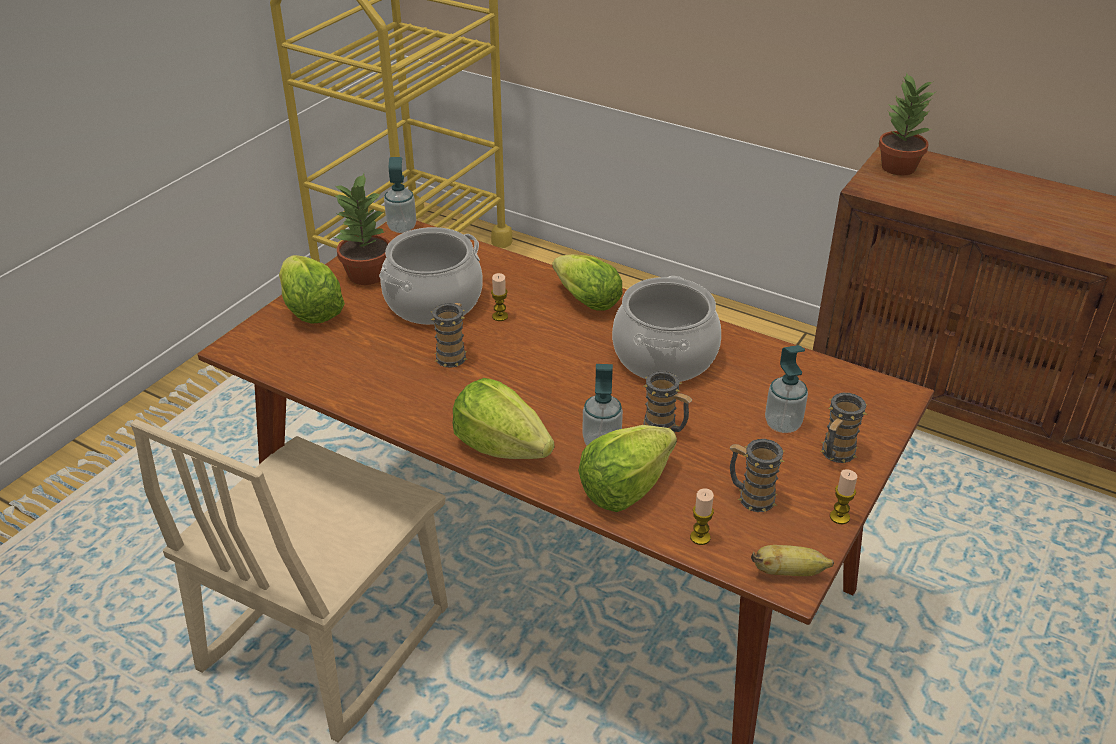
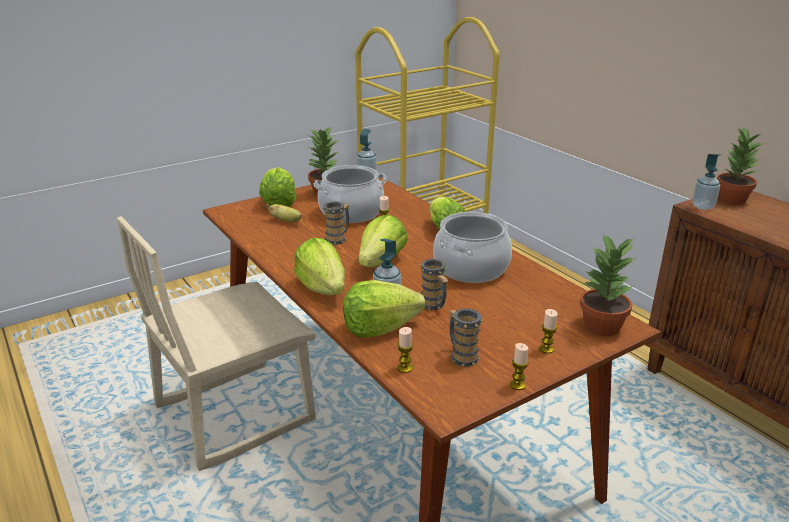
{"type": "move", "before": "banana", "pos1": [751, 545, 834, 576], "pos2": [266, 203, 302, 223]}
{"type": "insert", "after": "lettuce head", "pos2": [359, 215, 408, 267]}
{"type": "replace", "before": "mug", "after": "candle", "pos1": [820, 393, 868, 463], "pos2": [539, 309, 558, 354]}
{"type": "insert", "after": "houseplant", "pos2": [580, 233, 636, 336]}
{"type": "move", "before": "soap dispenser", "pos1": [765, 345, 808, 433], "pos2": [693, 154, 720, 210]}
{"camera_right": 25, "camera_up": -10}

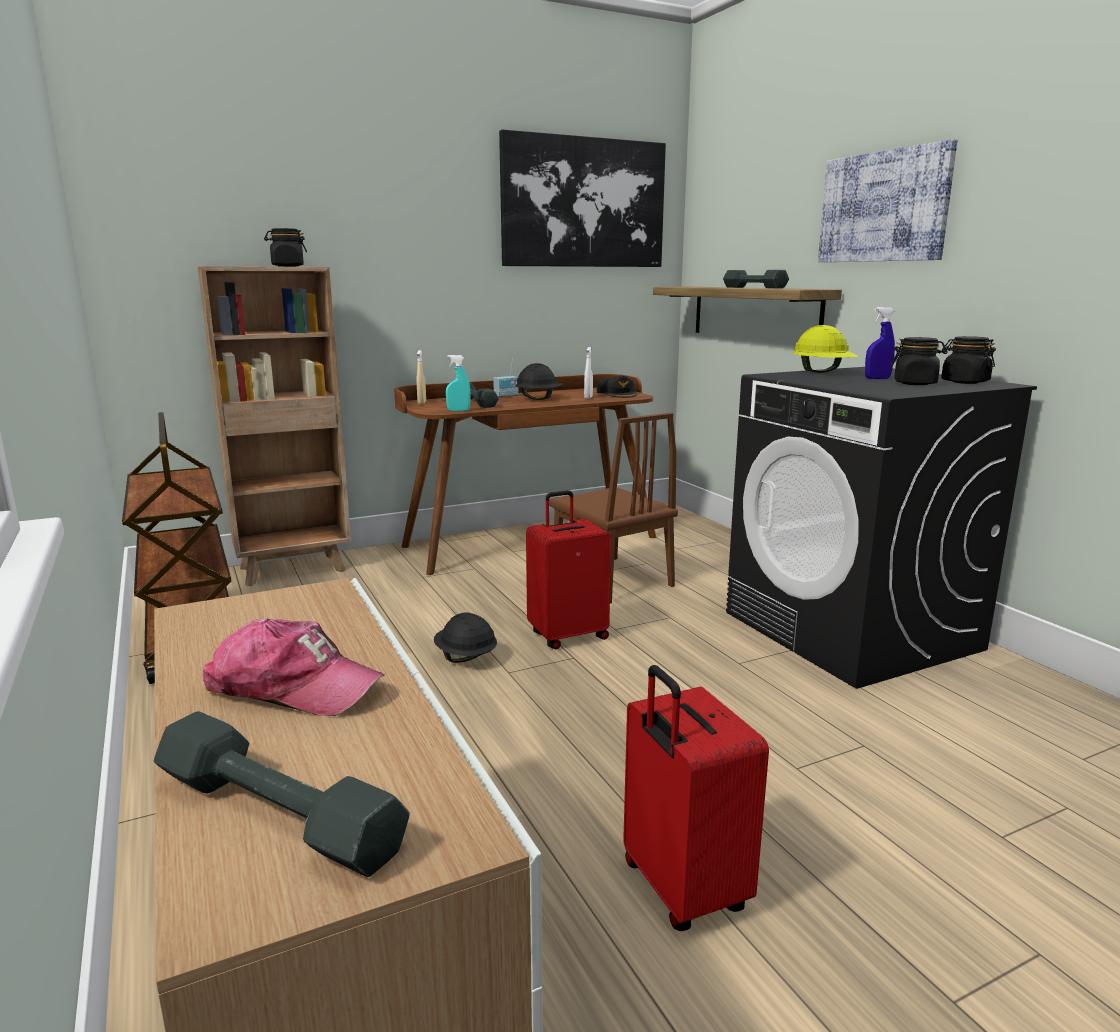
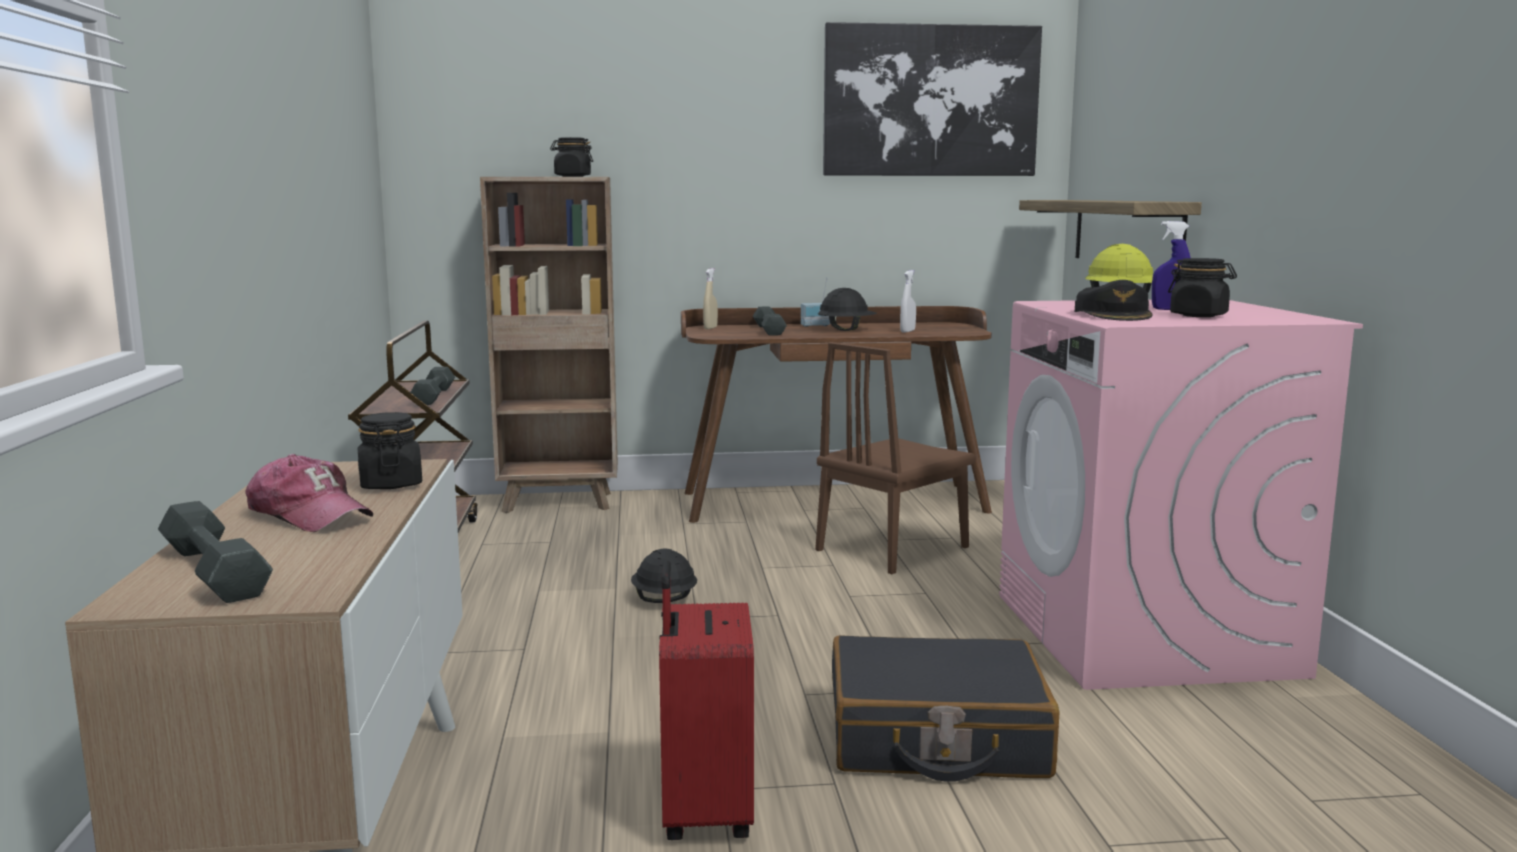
{"type": "move", "before": "black storage jar", "pos1": [941, 336, 996, 384], "pos2": [358, 412, 422, 489]}
{"type": "move", "before": "greyish hand weight", "pos1": [723, 270, 789, 288], "pos2": [411, 367, 455, 405]}
{"type": "rotate", "before": "brown plain chair", "pos1": [549, 412, 678, 604], "pos2": [816, 342, 976, 574], "turn": 60}
{"type": "insert", "after": "black piece of luggage", "pos2": [832, 635, 1060, 782]}
{"type": "recolor", "before": "black laundry appliance", "after": "pinkish laundry appliance", "pos1": [726, 367, 1037, 689], "pos2": [999, 300, 1363, 690]}
{"type": "move", "before": "black baseball cap", "pos1": [597, 376, 638, 398], "pos2": [1075, 280, 1153, 321]}
{"type": "delete", "before": "turquoise-coloured sprayer", "pos1": [446, 355, 471, 411]}
{"type": "delete", "before": "reddish piece of luggage", "pos1": [526, 490, 611, 649]}
{"type": "delete", "before": "picture", "pos1": [818, 139, 957, 262]}
{"camera_right": 20, "camera_up": -5}

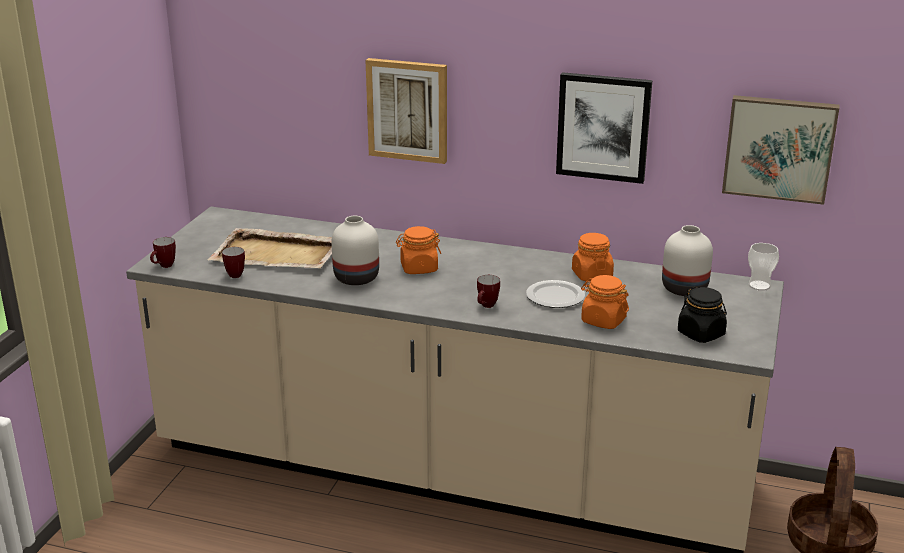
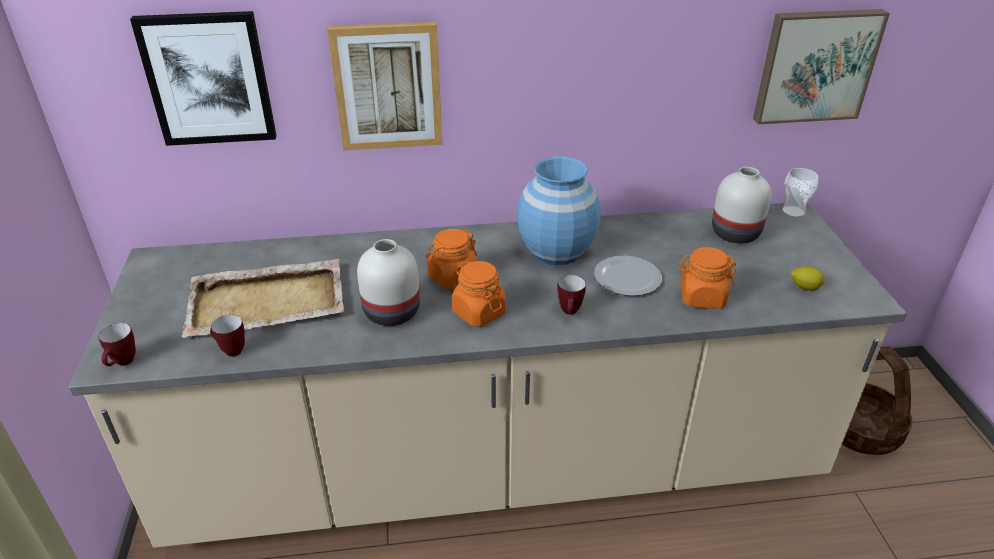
{"type": "move", "before": "picture", "pos1": [556, 72, 652, 184], "pos2": [130, 11, 277, 146]}
{"type": "move", "before": "orange storage jar", "pos1": [572, 233, 614, 281], "pos2": [452, 261, 506, 327]}
{"type": "insert", "after": "blue vase", "pos2": [517, 156, 601, 265]}
{"type": "replace", "before": "black storage jar", "after": "lemon", "pos1": [678, 287, 727, 343], "pos2": [791, 266, 825, 291]}
{"camera_right": -25, "camera_up": 10}

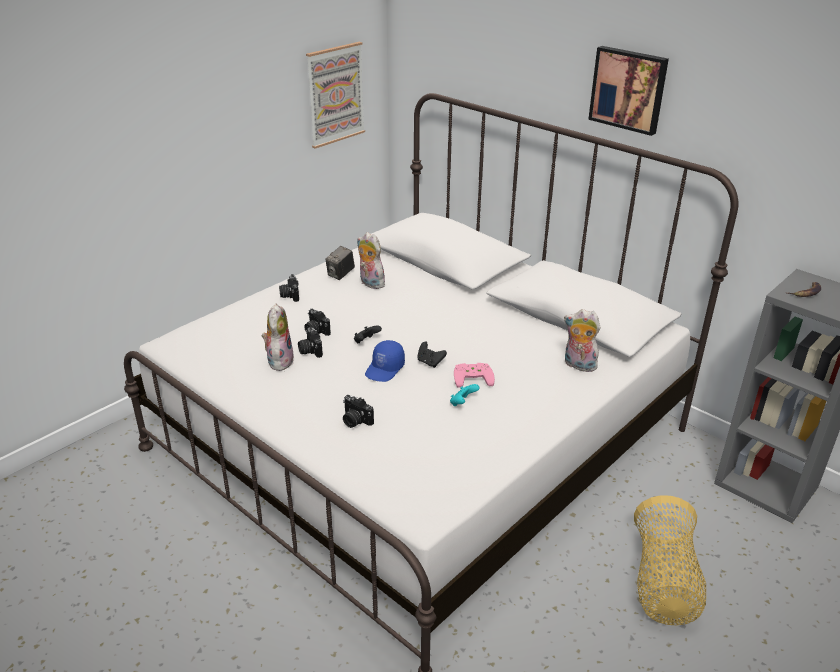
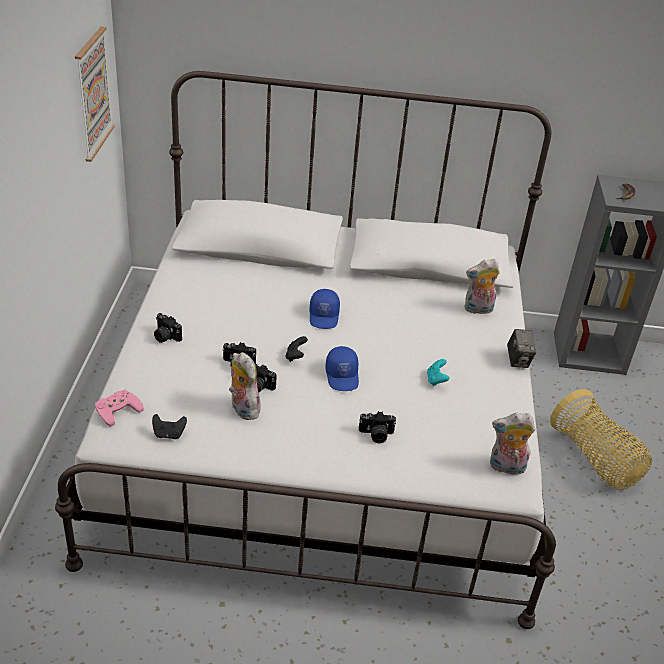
{"type": "move", "before": "pinkish joypad", "pos1": [454, 363, 495, 388], "pos2": [95, 390, 144, 427]}
{"type": "move", "before": "black joypad", "pos1": [417, 342, 447, 368], "pos2": [152, 414, 187, 439]}
{"type": "insert", "after": "blue baseball cap", "pos2": [310, 289, 340, 329]}
{"type": "move", "before": "plush toy", "pos1": [357, 232, 386, 289], "pos2": [490, 413, 535, 475]}
{"type": "move", "before": "photo camera", "pos1": [325, 246, 355, 280], "pos2": [507, 329, 536, 368]}
{"type": "delete", "before": "picture", "pos1": [588, 46, 669, 136]}
{"camera_right": -40, "camera_up": 5}

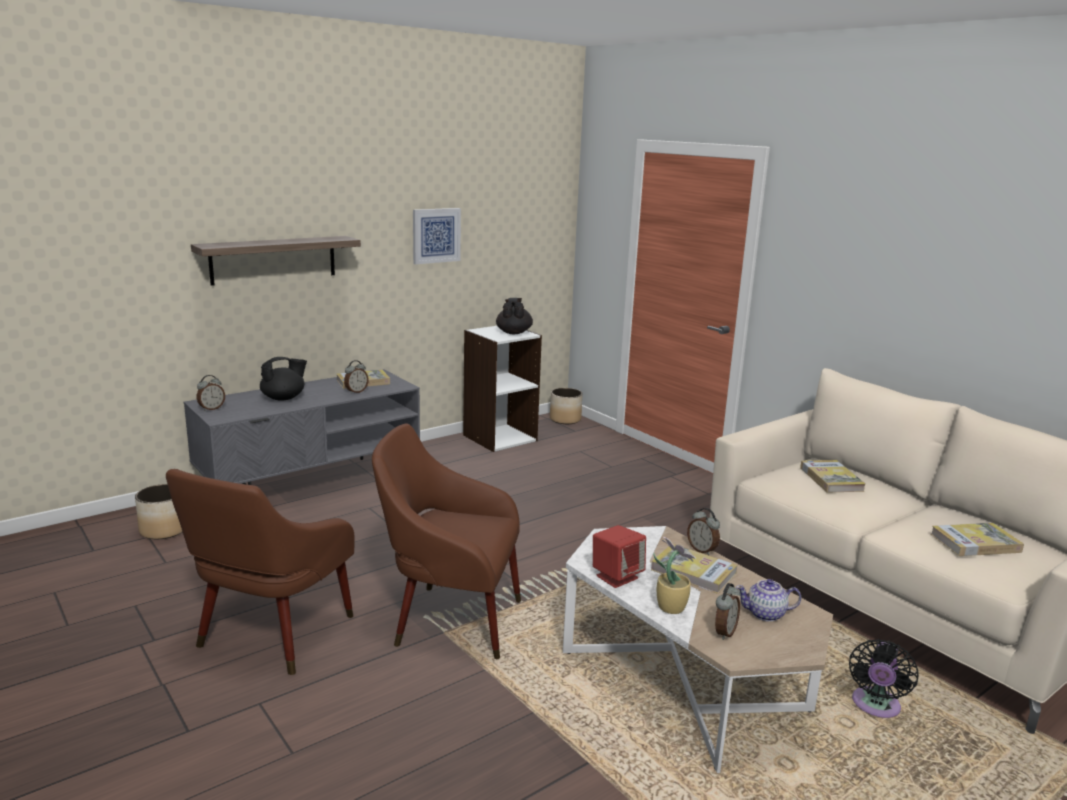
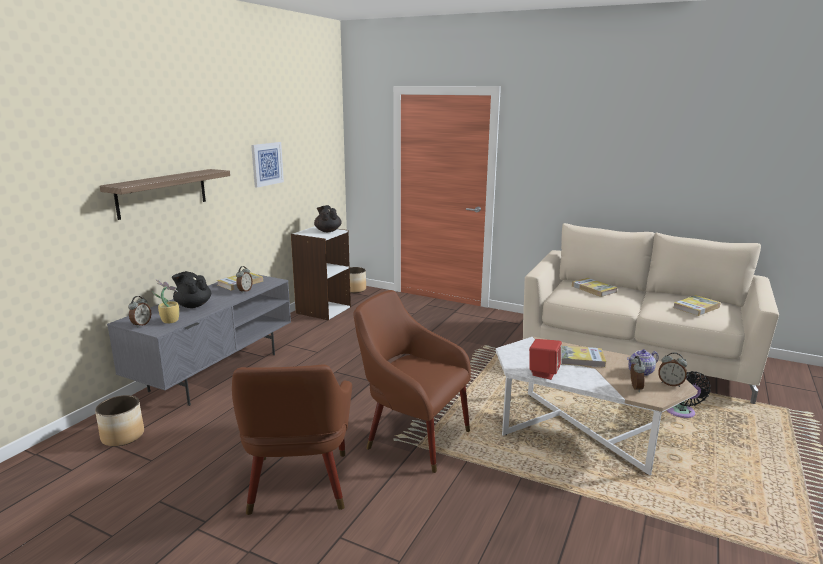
{"type": "move", "before": "houseplant", "pos1": [653, 537, 696, 614], "pos2": [152, 280, 179, 324]}
{"type": "rotate", "before": "black teapot", "pos1": [260, 357, 307, 401], "pos2": [172, 271, 211, 308], "turn": -90}
{"type": "rotate", "before": "brown lounge chair", "pos1": [372, 423, 521, 659], "pos2": [354, 290, 471, 473], "turn": 45}
{"type": "move", "before": "alarm clock", "pos1": [687, 508, 720, 555], "pos2": [658, 352, 687, 387]}
{"camera_right": -25, "camera_up": 0}

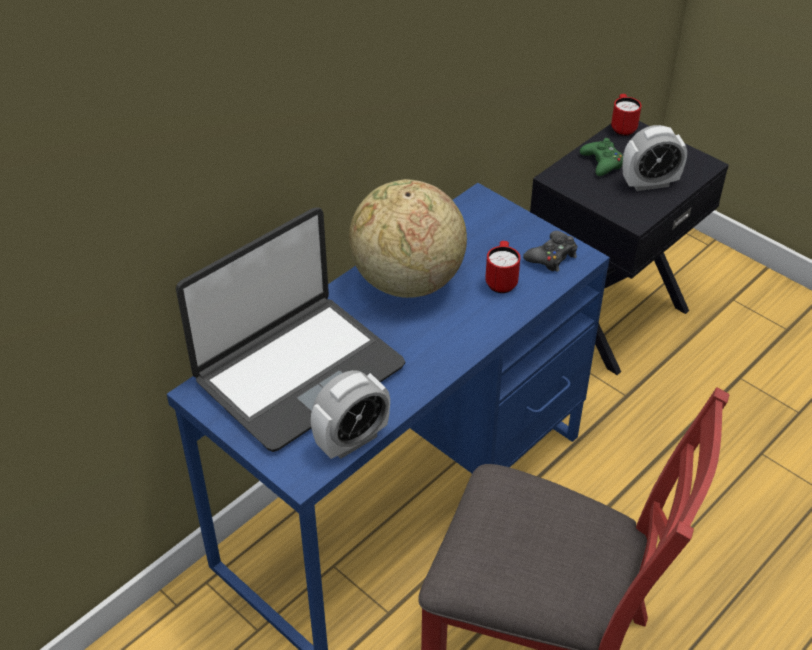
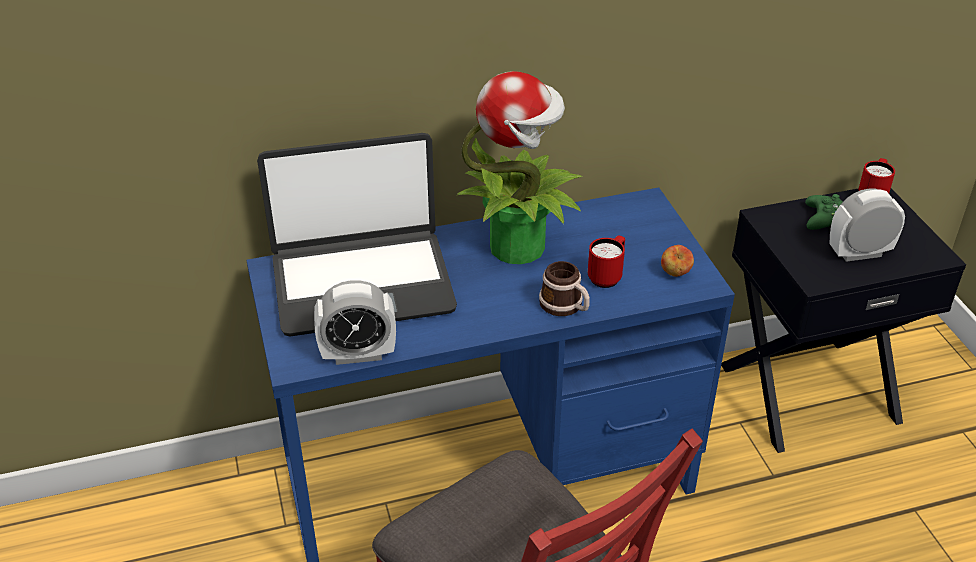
{"type": "replace", "before": "desk globe", "after": "houseplant", "pos1": [349, 179, 467, 298], "pos2": [457, 71, 582, 264]}
{"type": "insert", "after": "mug", "pos2": [539, 261, 590, 316]}
{"type": "replace", "before": "black joypad", "after": "whole apple", "pos1": [523, 231, 577, 272], "pos2": [661, 245, 694, 277]}
{"type": "rotate", "before": "alarm clock", "pos1": [623, 125, 687, 191], "pos2": [830, 189, 905, 262], "turn": 150}
{"camera_right": 30, "camera_up": -5}

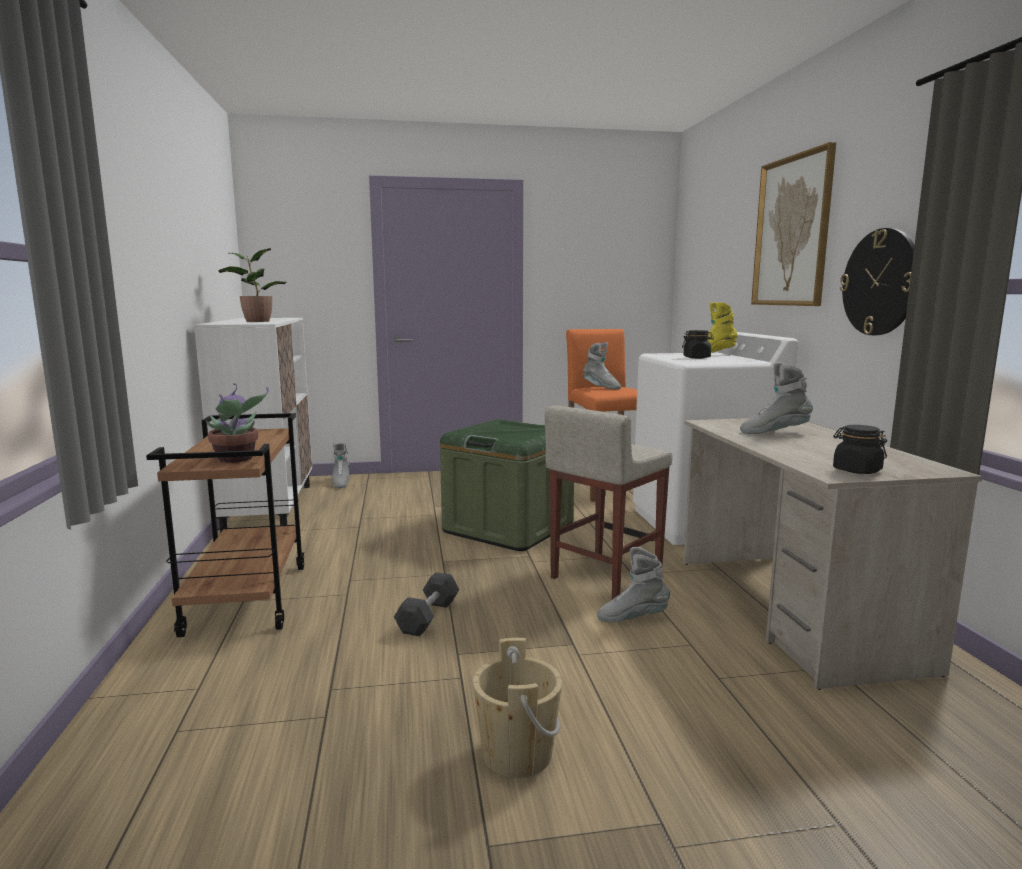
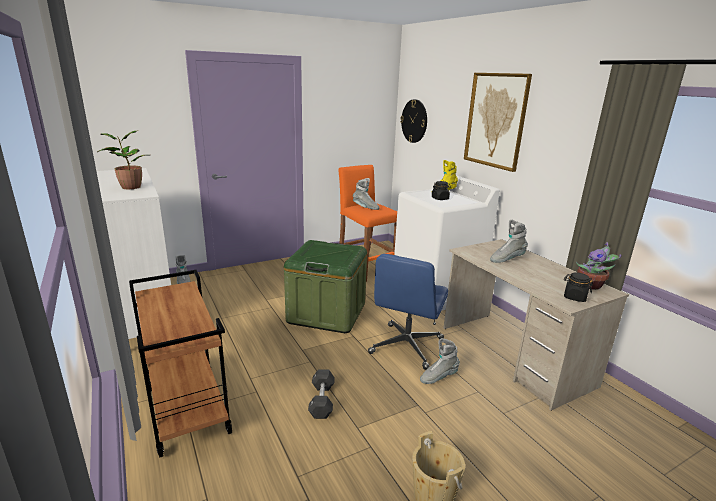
{"type": "replace", "before": "beige stool seat", "after": "blue computer chair", "pos1": [545, 405, 672, 599], "pos2": [368, 254, 448, 370]}
{"type": "move", "before": "wall clock", "pos1": [840, 228, 915, 335], "pos2": [400, 99, 427, 143]}
{"type": "move", "before": "houseplant", "pos1": [206, 383, 269, 463], "pos2": [576, 242, 621, 290]}
{"camera_right": -20, "camera_up": 10}

